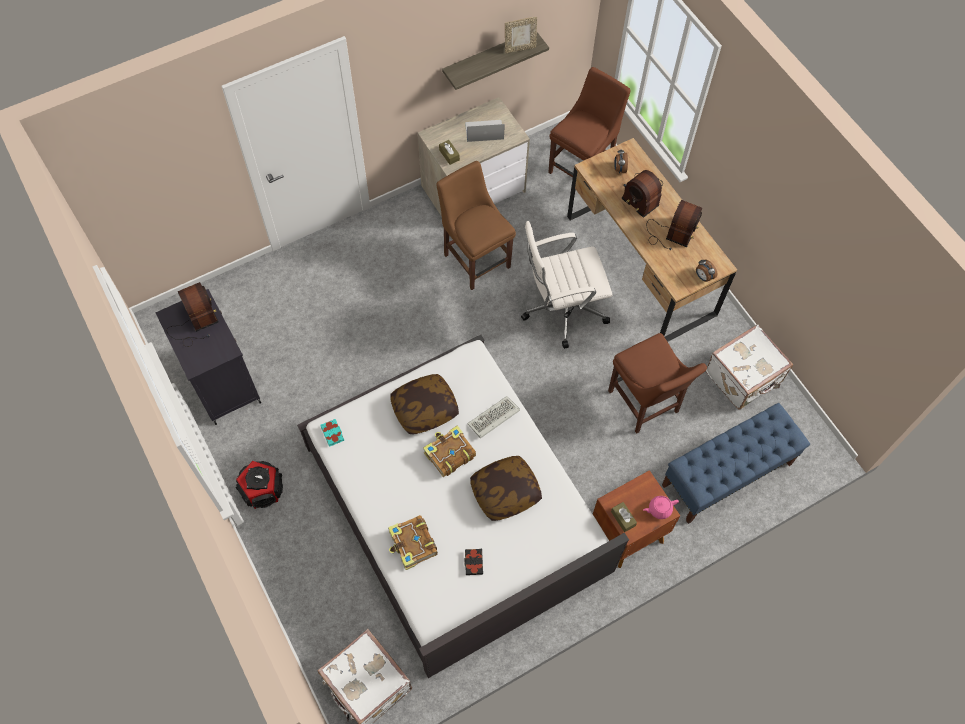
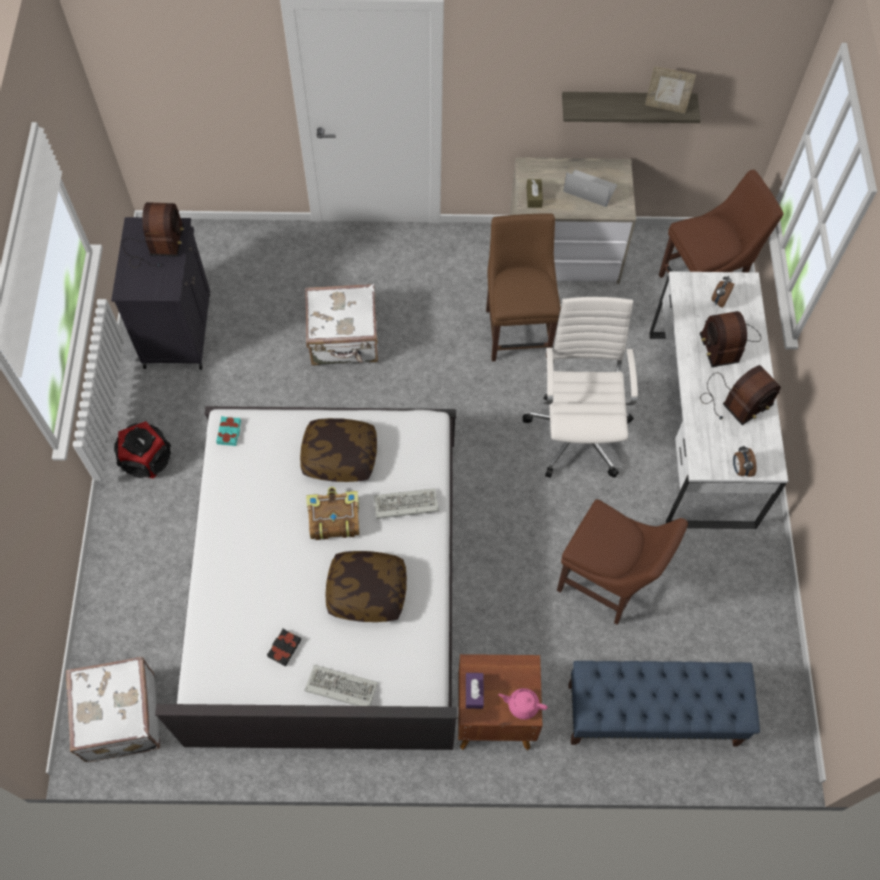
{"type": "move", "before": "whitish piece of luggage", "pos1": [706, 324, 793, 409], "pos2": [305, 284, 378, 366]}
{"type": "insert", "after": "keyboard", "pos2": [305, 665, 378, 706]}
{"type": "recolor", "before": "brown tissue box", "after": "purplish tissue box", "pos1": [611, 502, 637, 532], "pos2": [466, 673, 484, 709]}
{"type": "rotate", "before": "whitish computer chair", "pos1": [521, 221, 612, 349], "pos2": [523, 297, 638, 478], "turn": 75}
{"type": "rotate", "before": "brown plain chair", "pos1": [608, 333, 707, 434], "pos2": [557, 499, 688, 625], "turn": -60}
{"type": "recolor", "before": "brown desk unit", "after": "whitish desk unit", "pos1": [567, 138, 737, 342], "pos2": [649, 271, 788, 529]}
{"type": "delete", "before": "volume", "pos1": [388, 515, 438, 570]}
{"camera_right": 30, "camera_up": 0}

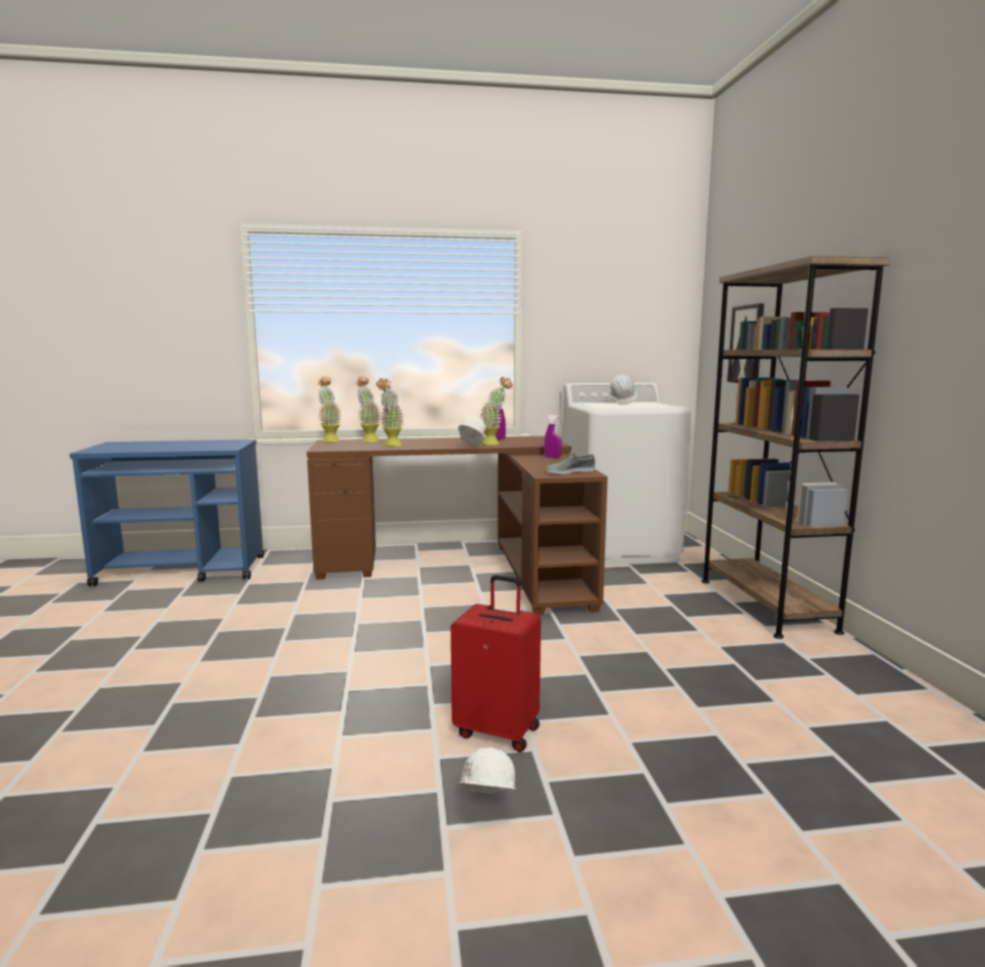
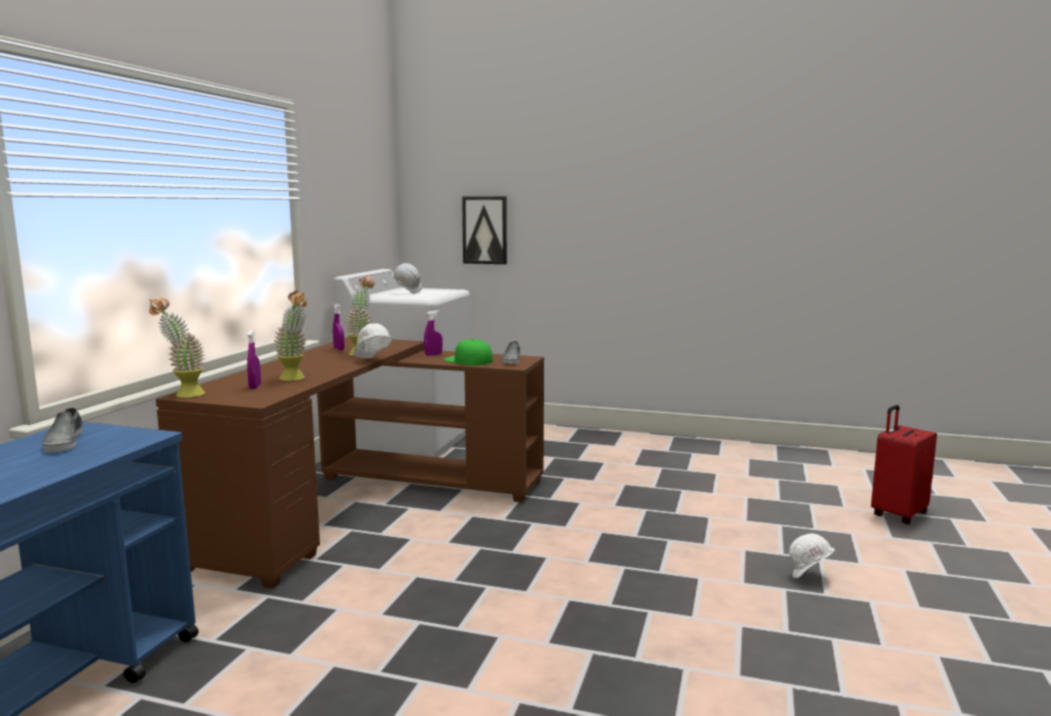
{"type": "insert", "after": "greyish item of footwear", "pos2": [43, 408, 83, 452]}
{"type": "insert", "after": "purplish sprayer", "pos2": [247, 329, 261, 389]}
{"type": "insert", "after": "greenish baseball cap", "pos2": [444, 339, 493, 365]}
{"type": "move", "before": "reddish piece of luggage", "pos1": [451, 575, 541, 752], "pos2": [871, 405, 937, 525]}
{"type": "delete", "before": "houseplant", "pos1": [356, 376, 381, 442]}
{"type": "delete", "before": "brown shelving unit", "pos1": [702, 256, 890, 639]}
{"camera_right": -65, "camera_up": 0}

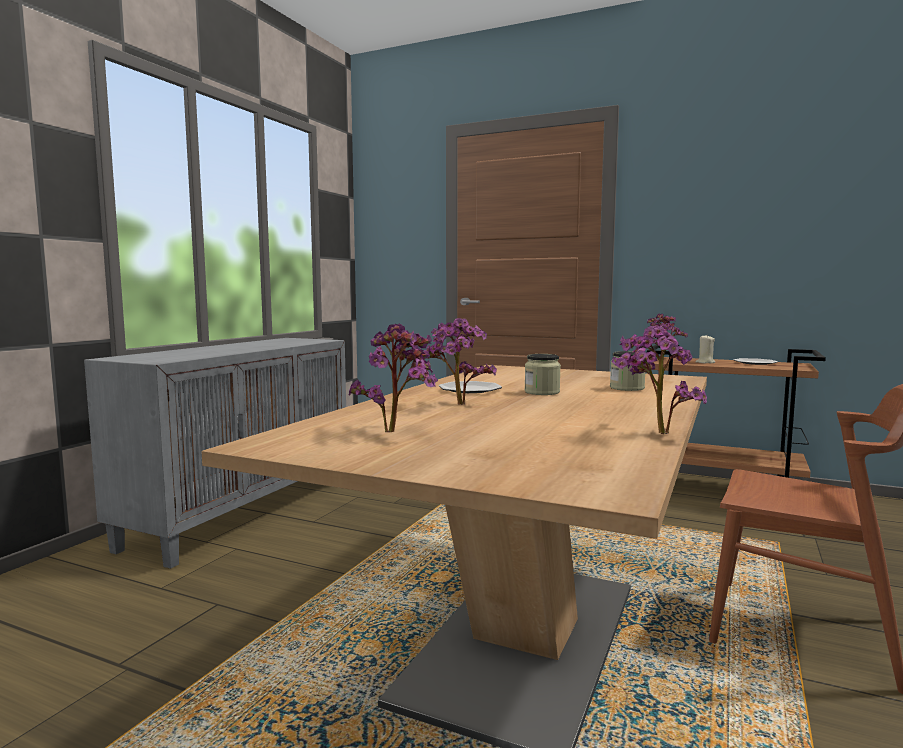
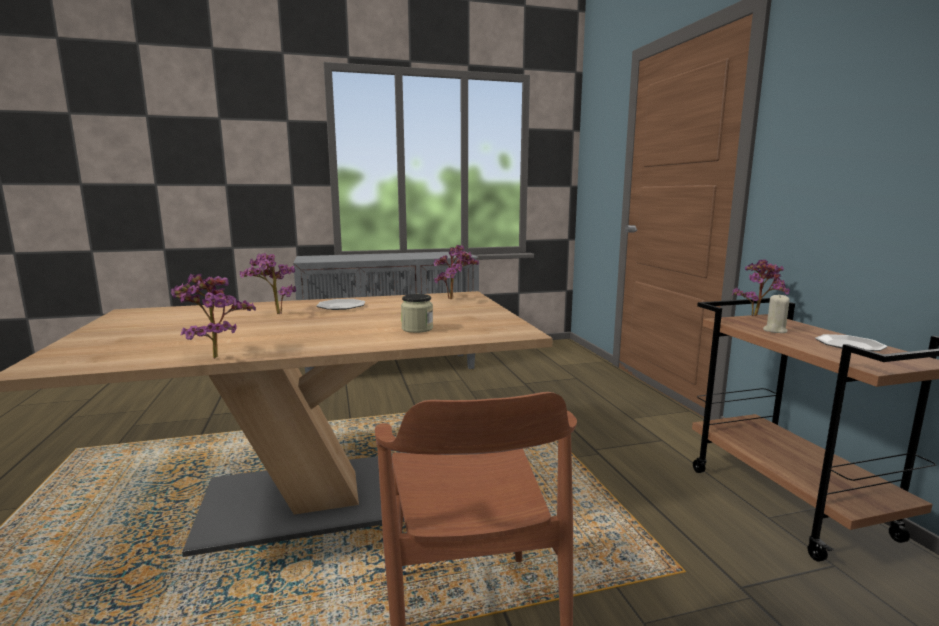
{"type": "move", "before": "houseplant", "pos1": [348, 323, 438, 432], "pos2": [434, 245, 479, 299]}
{"type": "delete", "before": "storage jar", "pos1": [524, 354, 561, 395]}
{"camera_right": 50, "camera_up": 5}

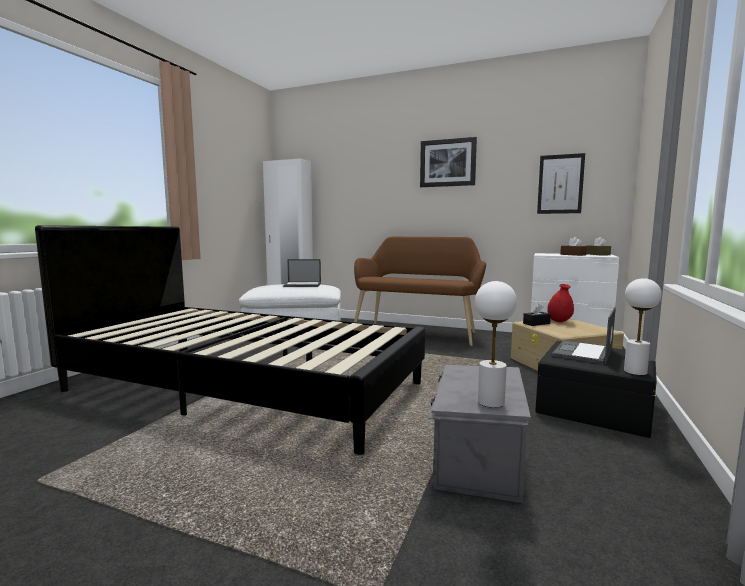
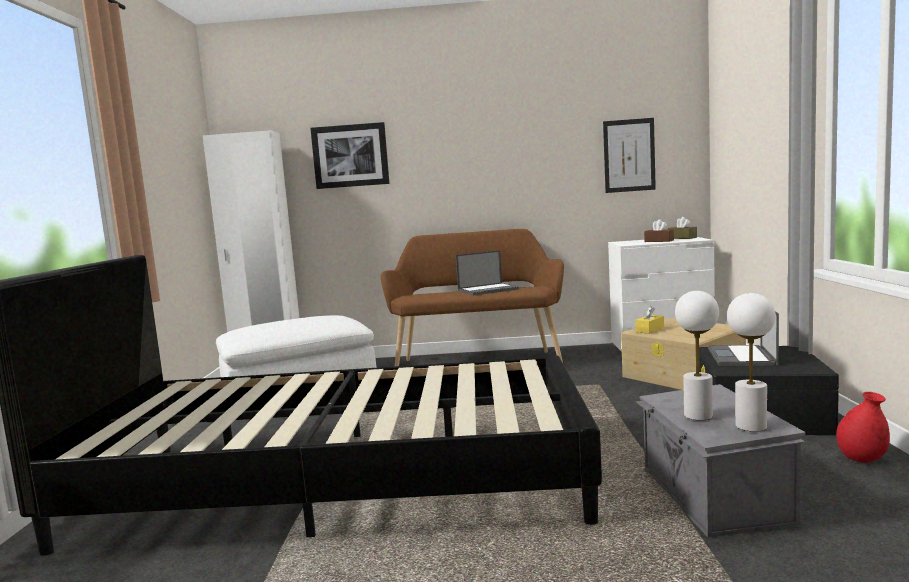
{"type": "move", "before": "picture", "pos1": [420, 137, 477, 187], "pos2": [310, 122, 390, 189]}
{"type": "move", "before": "notebook computer", "pos1": [283, 259, 321, 287], "pos2": [456, 250, 519, 296]}
{"type": "recolor", "before": "black tissue box", "after": "yellow-coloured tissue box", "pos1": [523, 304, 551, 326], "pos2": [635, 306, 664, 334]}
{"type": "move", "before": "whitish tabletop lamp", "pos1": [624, 278, 662, 375], "pos2": [675, 291, 719, 420]}
{"type": "move", "before": "reddish vase", "pos1": [547, 284, 574, 322], "pos2": [836, 392, 890, 463]}
{"camera_right": -20, "camera_up": 0}

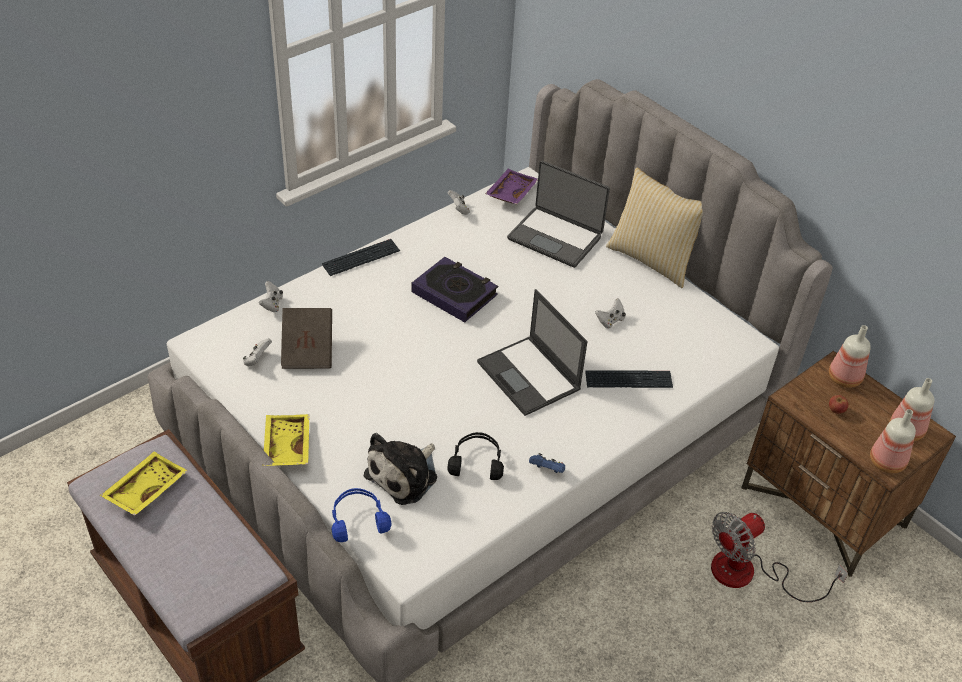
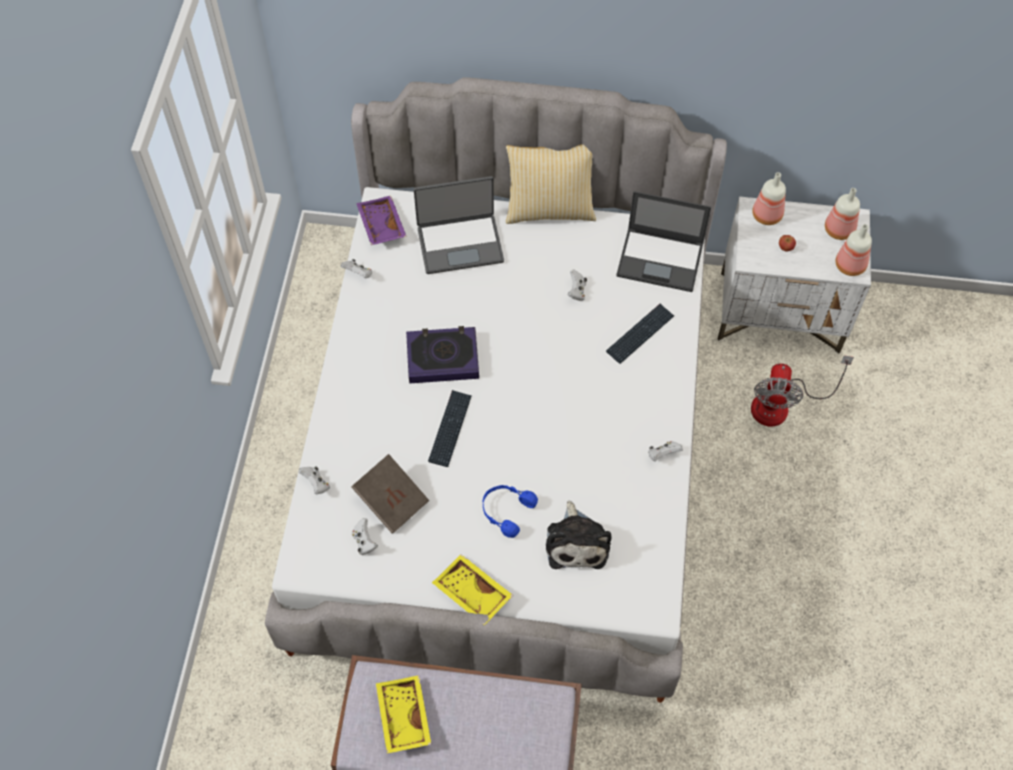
{"type": "move", "before": "keyboard", "pos1": [322, 239, 400, 276], "pos2": [428, 390, 471, 467]}
{"type": "move", "before": "blue pair of headphones", "pos1": [332, 488, 392, 542], "pos2": [483, 485, 538, 538]}
{"type": "move", "before": "notebook computer", "pos1": [477, 289, 588, 416], "pos2": [616, 191, 711, 292]}
{"type": "recolor", "before": "blue joypad", "after": "whitish joypad", "pos1": [529, 453, 565, 473], "pos2": [648, 441, 683, 461]}
{"type": "recolor", "before": "brown nightstand", "after": "whitish nightstand", "pos1": [741, 351, 956, 577], "pos2": [717, 196, 871, 354]}
{"type": "delete", "before": "black pair of headphones", "pos1": [447, 432, 504, 480]}
{"camera_right": -40, "camera_up": 15}

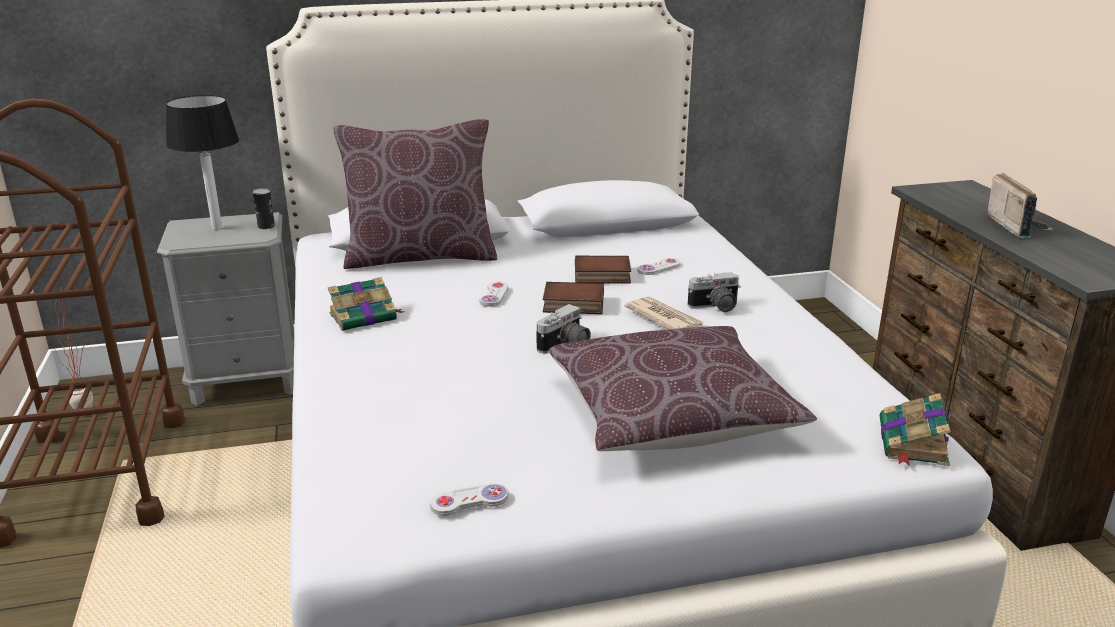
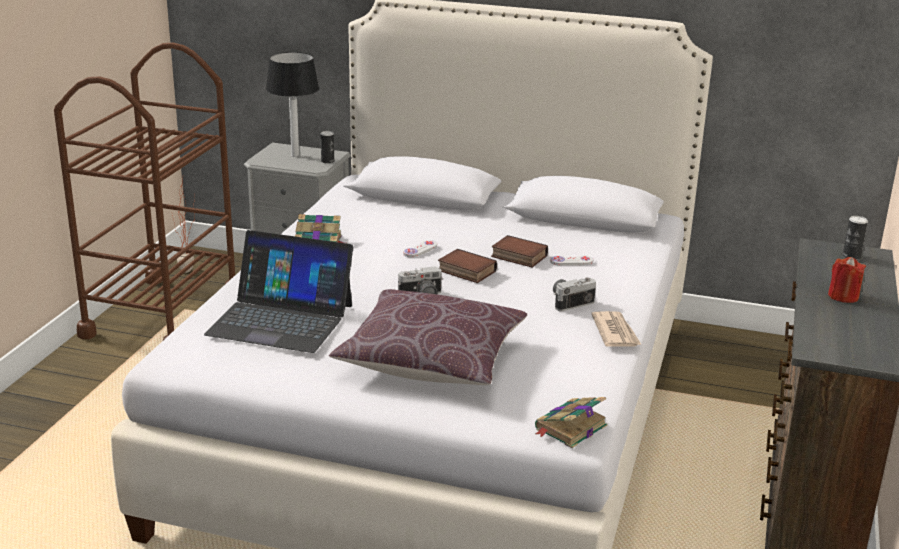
{"type": "insert", "after": "notebook computer", "pos2": [204, 230, 353, 353]}
{"type": "rotate", "before": "photo camera", "pos1": [688, 272, 741, 312], "pos2": [553, 277, 596, 312], "turn": 135}
{"type": "move", "before": "daily paper", "pos1": [625, 296, 704, 329], "pos2": [591, 311, 642, 347]}
{"type": "replace", "before": "radio", "after": "reddish candle", "pos1": [987, 173, 1054, 238], "pos2": [828, 257, 866, 303]}
{"type": "insert", "after": "metal can", "pos2": [843, 216, 868, 260]}
{"type": "delete", "before": "brown pillow", "pos1": [333, 119, 497, 269]}
{"type": "delete", "before": "whitish joypad", "pos1": [430, 484, 508, 516]}
{"camera_right": 30, "camera_up": 0}

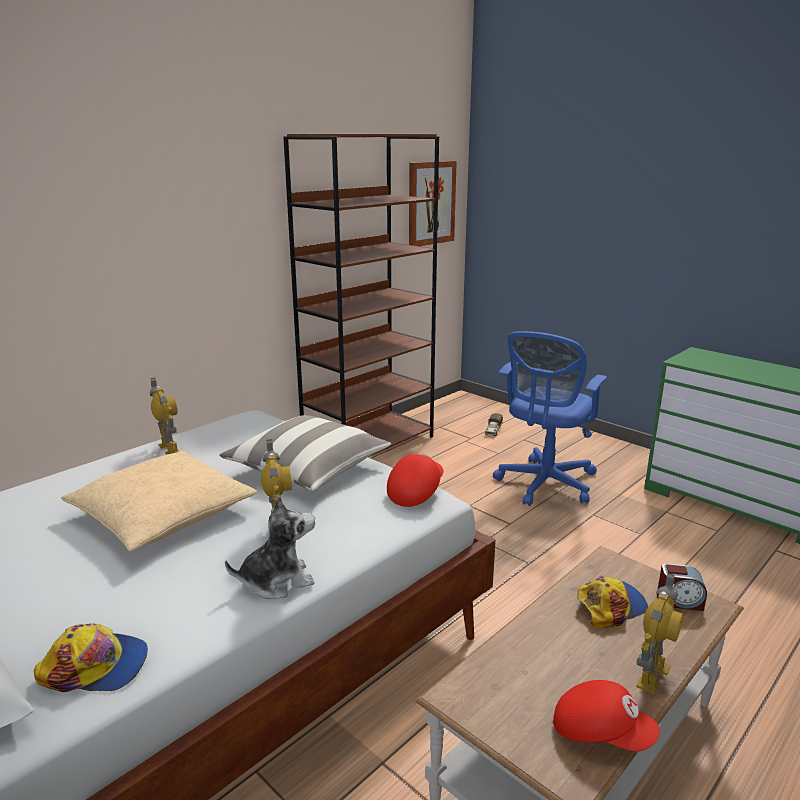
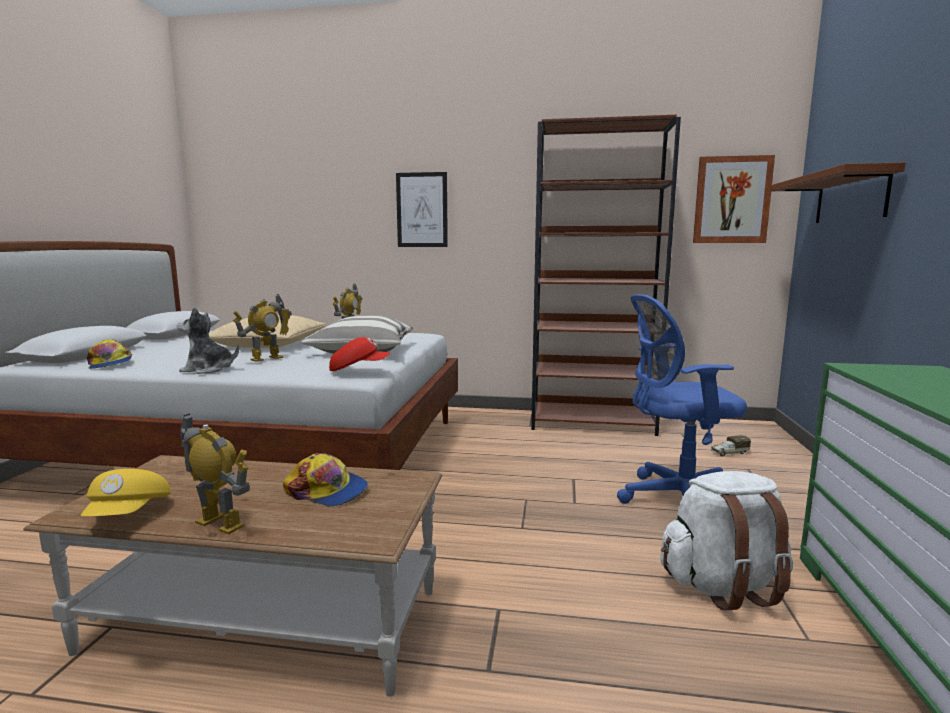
{"type": "recolor", "before": "reddish baseball cap", "after": "yellow-coloured baseball cap", "pos1": [553, 680, 660, 752], "pos2": [80, 469, 171, 516]}
{"type": "rotate", "before": "plush toy", "pos1": [225, 495, 315, 599], "pos2": [177, 307, 239, 374], "turn": 150}
{"type": "rotate", "before": "model robot", "pos1": [636, 573, 683, 694], "pos2": [180, 413, 250, 535], "turn": -150}
{"type": "insert", "after": "picture", "pos2": [396, 172, 448, 247]}
{"type": "insert", "after": "whitish rucksack", "pos2": [660, 471, 793, 611]}
{"type": "insert", "after": "brown wall shelf", "pos2": [771, 162, 905, 223]}
{"type": "delete", "before": "alarm clock", "pos1": [657, 563, 707, 611]}
{"camera_right": 55, "camera_up": -10}

